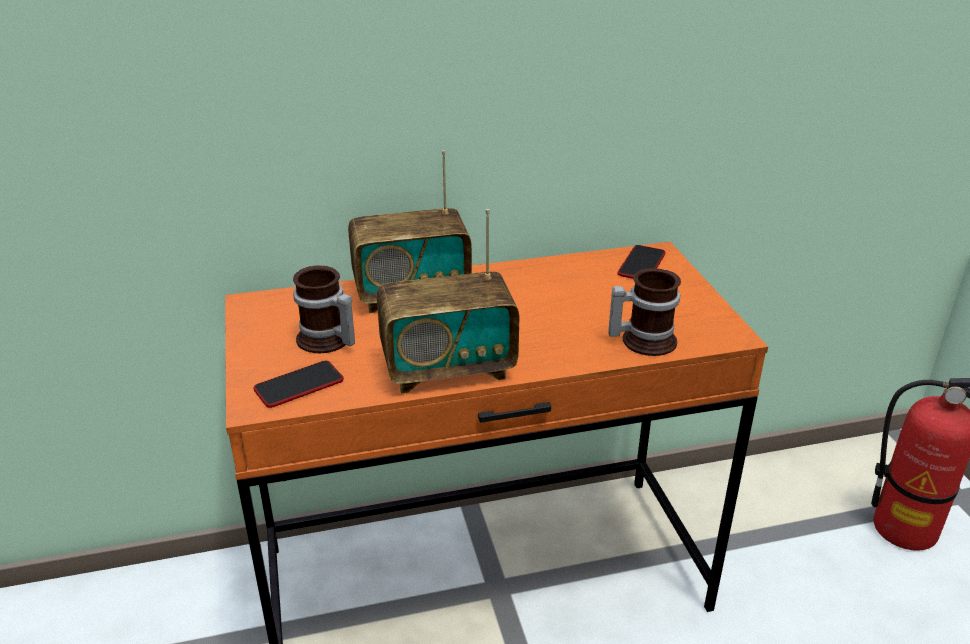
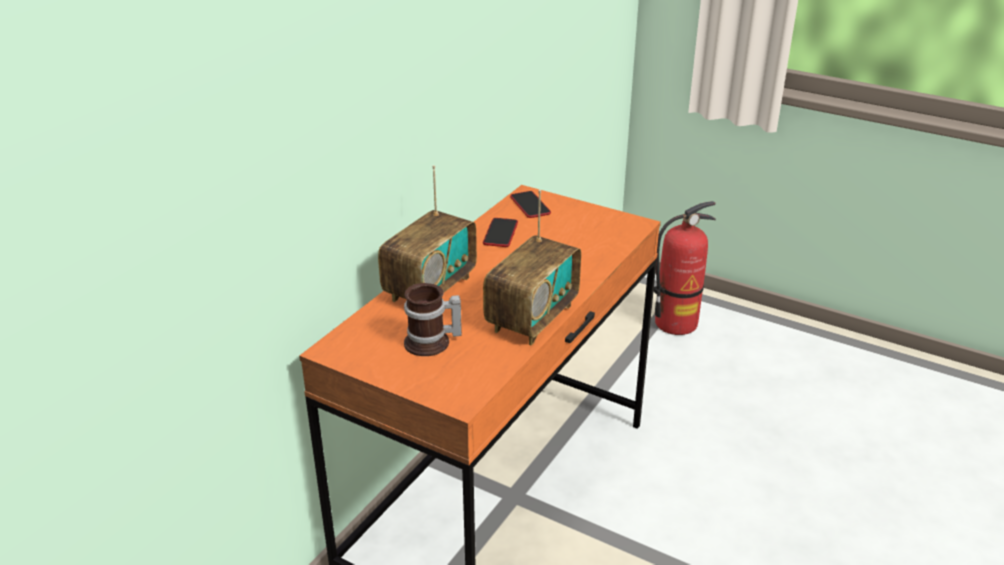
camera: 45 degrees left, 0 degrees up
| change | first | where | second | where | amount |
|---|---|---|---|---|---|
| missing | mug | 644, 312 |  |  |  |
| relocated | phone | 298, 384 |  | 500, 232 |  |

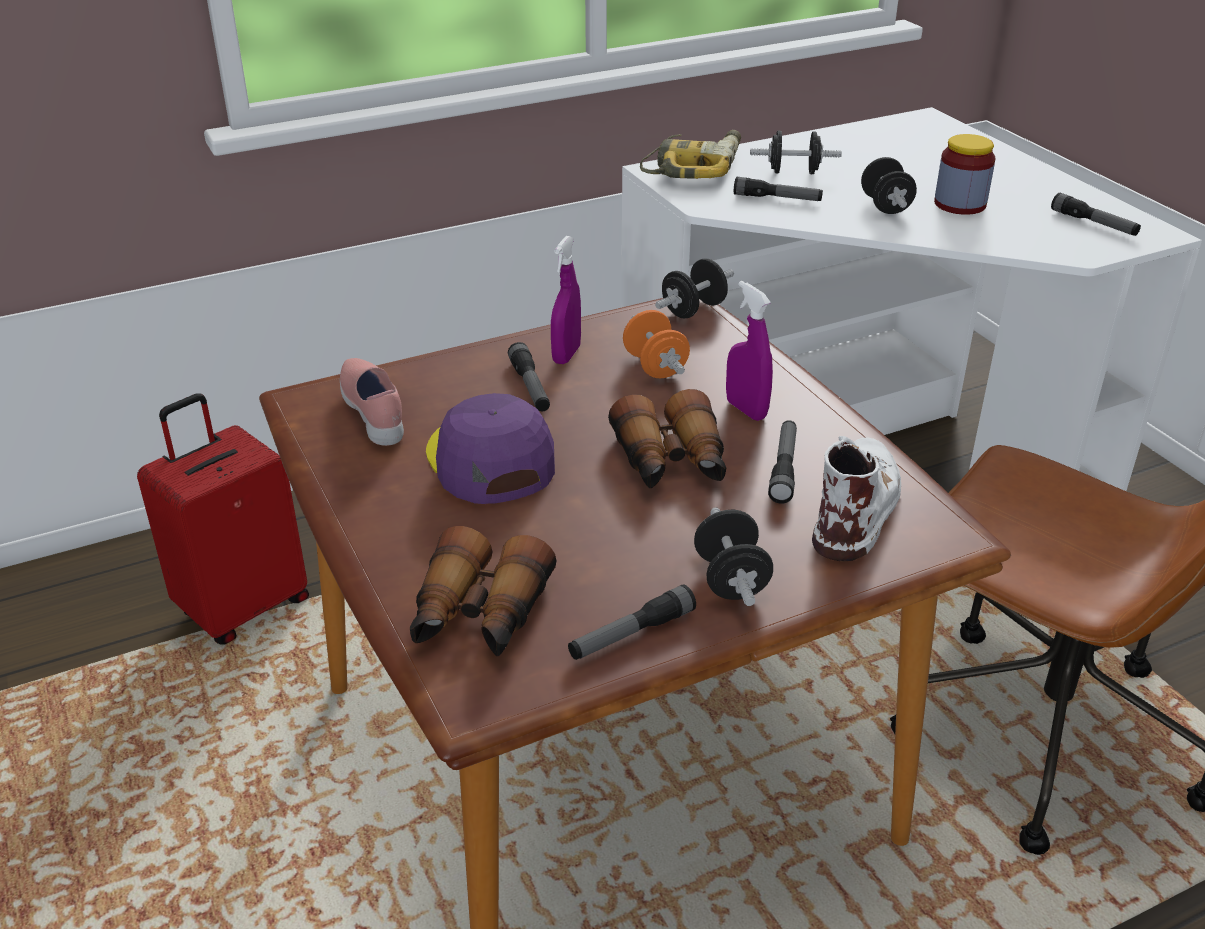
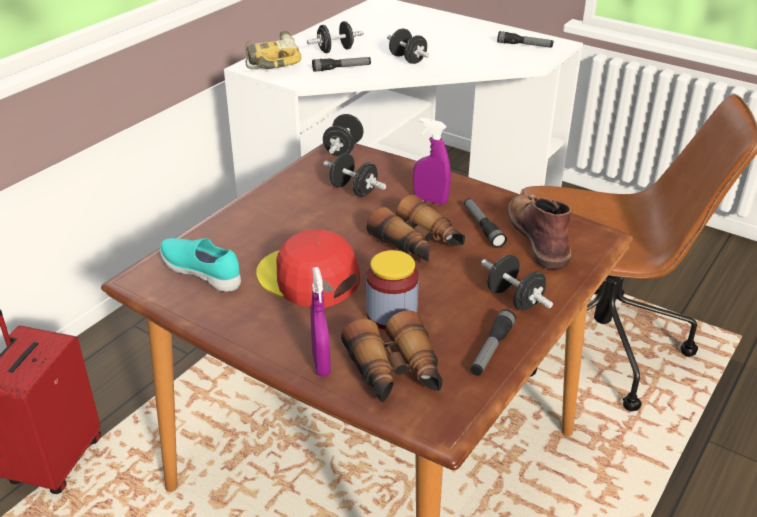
camera: 30 degrees left, 0 degrees up
| change | first | where | second | where | amount |
|---|---|---|---|---|---|
| missing | flashlight | 529, 376 |  |  |  |
| relocated | spray bottle in purple-coloured | 566, 300 |  | 321, 322 |  |
| relocated | storage jar | 965, 174 |  | 392, 290 |  |
| colour | low shoe in pink | 372, 402 | low shoe in turquoise-coloured | 200, 265 |  |
| colour | cap in purple-coloured | 490, 448 | cap in red | 308, 268 |  |
| colour | free weight in orange | 656, 344 | free weight in black | 354, 175 |  |
| colour | tall boot in whitish | 856, 498 | tall boot in brownish | 540, 232 |  |

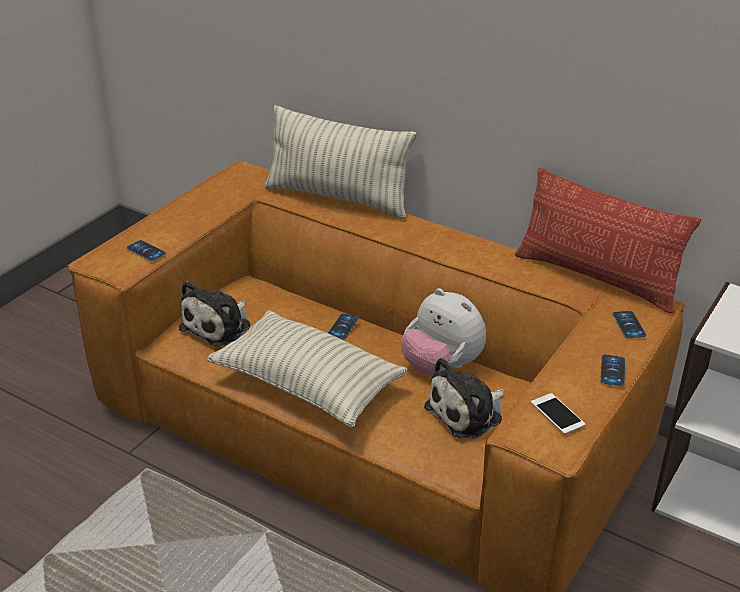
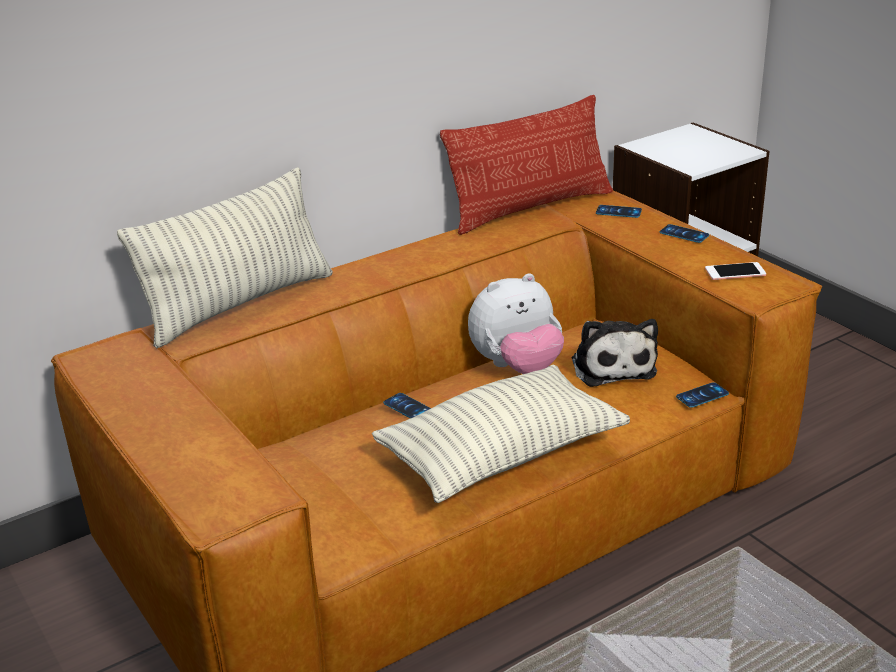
camera: 65 degrees left, 5 degrees down
| change | first | where | second | where | amount |
|---|---|---|---|---|---|
| missing | plush toy | 214, 314 |  |  |  |
| relocated | phone | 146, 250 |  | 702, 395 |  |

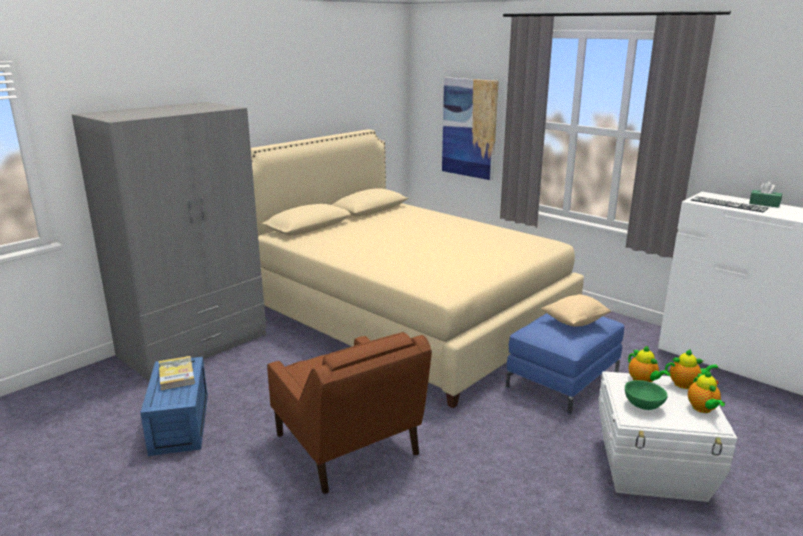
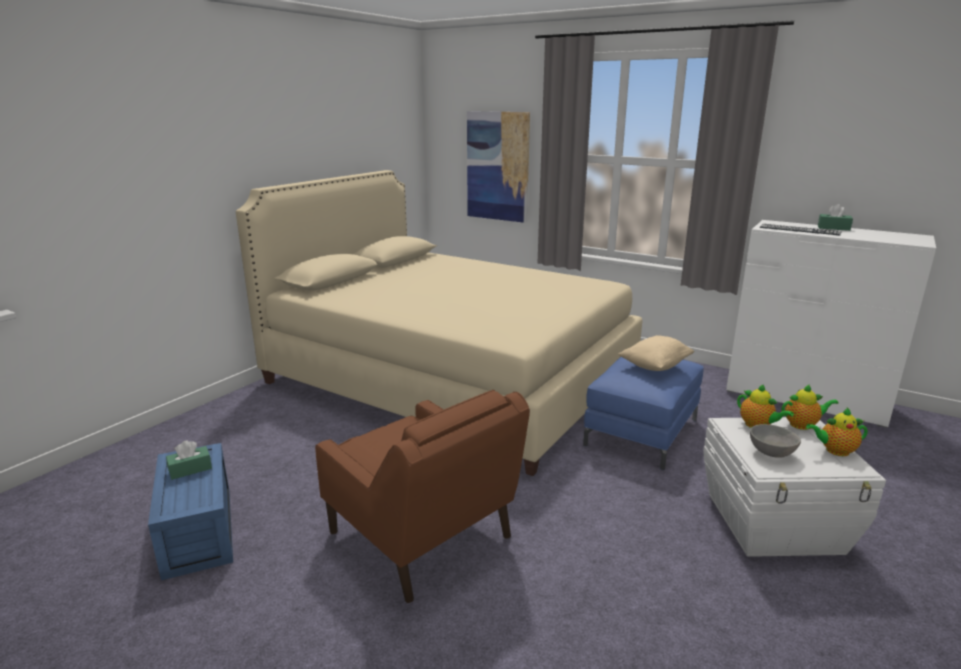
camera: 10 degrees left, 0 degrees up
| change | first | where | second | where | amount |
|---|---|---|---|---|---|
| missing | clothes cupboard in gray | 169, 241 |  |  |  |
| exchanged | bound book | 177, 373 | box of tissues in green | 189, 460 |  |
| colour | bowl in green | 646, 395 | bowl in gray | 775, 440 |  |
| spun | pot for tea | 706, 392 |  | 837, 432 | 105 degrees clockwise |

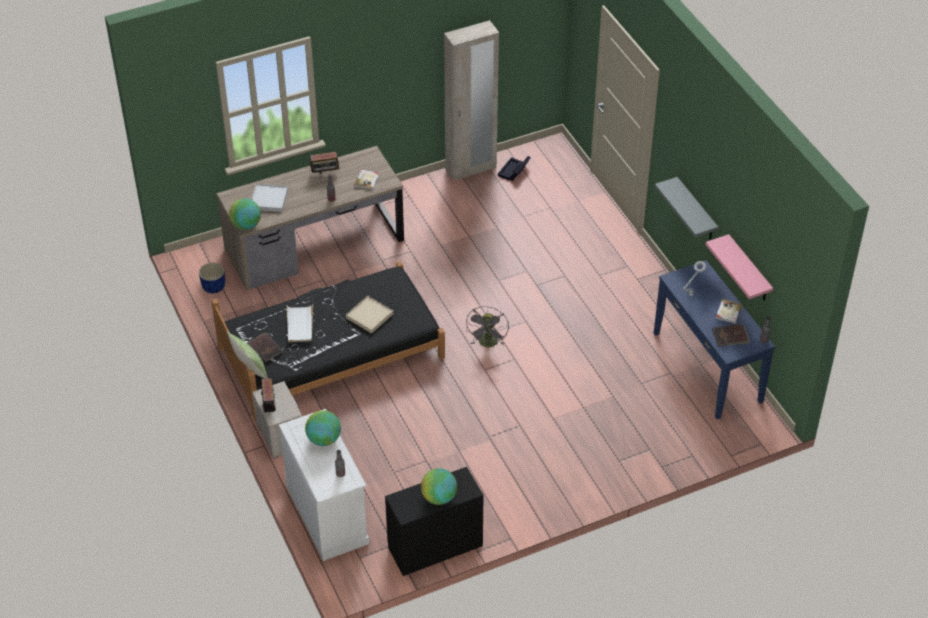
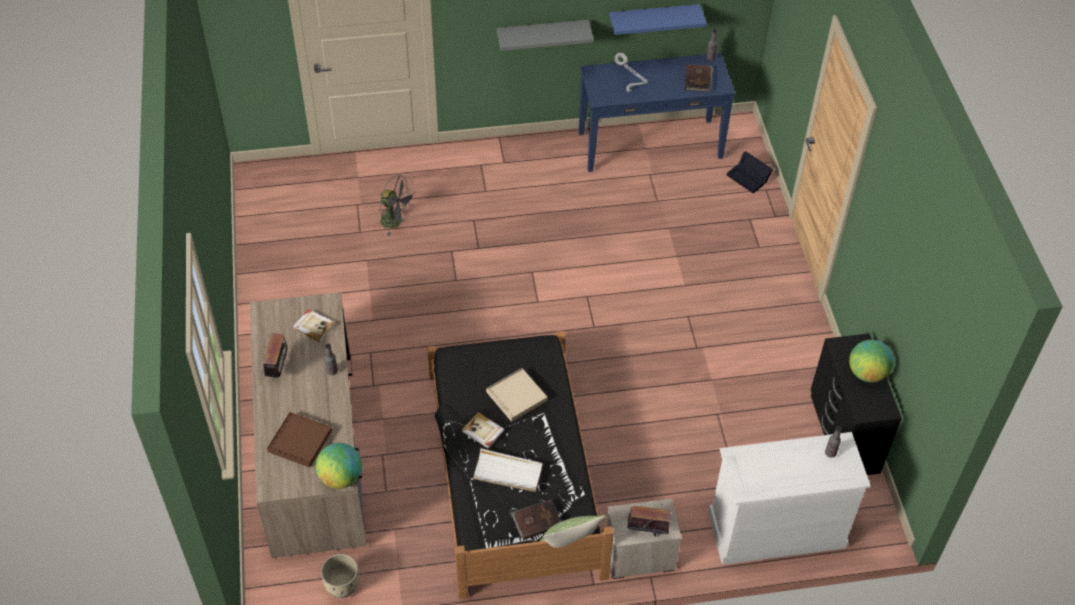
camera: 75 degrees left, 5 degrees up
| change | first | where | second | where | amount |
|---|---|---|---|---|---|
| missing | desk globe | 323, 428 |  |  |  |
| missing | clothes cupboard in sand-coloured | 471, 100 |  |  |  |
| relocated | fan in gray | 487, 326 |  | 397, 205 |  |
| relocated | storage bin in black | 514, 168 |  | 750, 172 |  |
| relocated | bound book | 729, 311 |  | 483, 430 |  |
| colour | flower pot in blue-coloured | 212, 278 | flower pot in sand-coloured | 340, 576 |  |
| colour | tray in whitish | 269, 198 | tray in brownish | 299, 440 |  |
| colour | wall shelf in pink | 739, 267 | wall shelf in blue-coloured | 658, 19 |  |

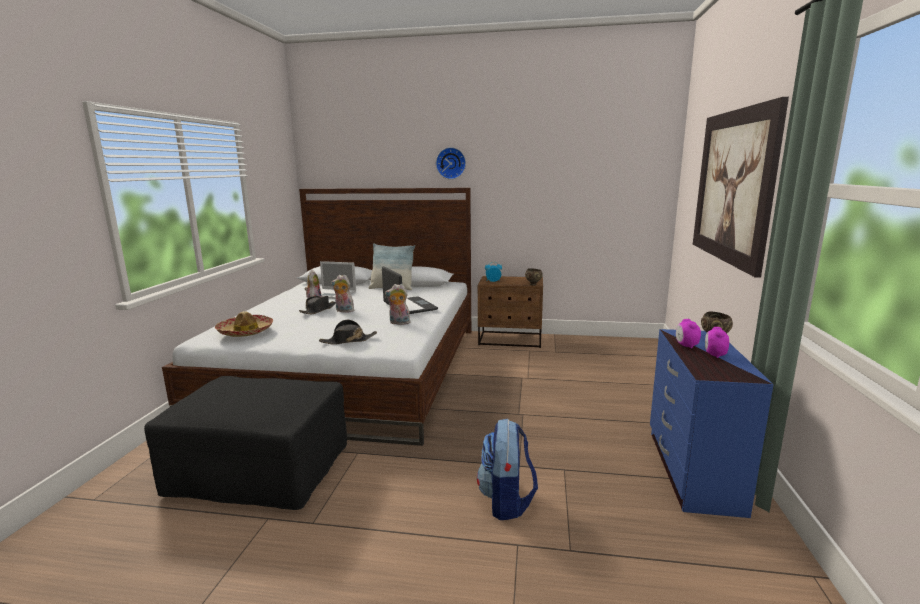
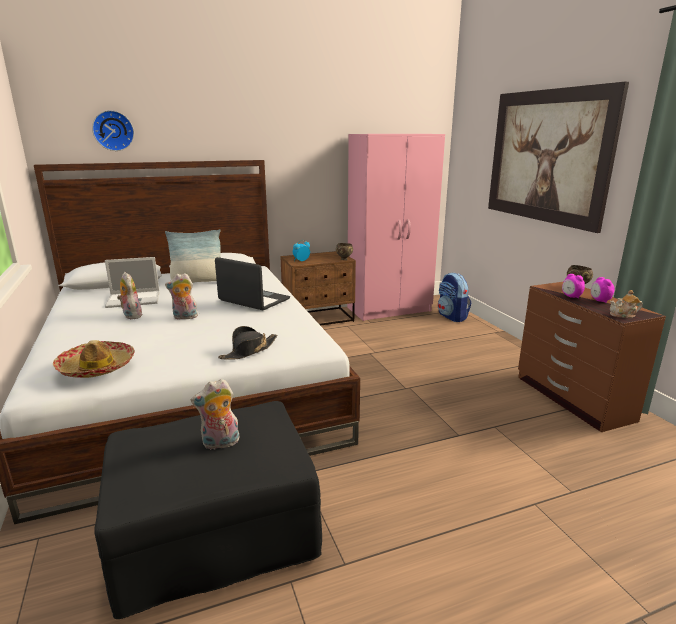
camera: 30 degrees left, 5 degrees up
| change | first | where | second | where | amount |
|---|---|---|---|---|---|
| missing | clothing hat in black | 317, 305 |  |  |  |
| appeared |  |  | clothes cupboard in pink | 396, 227 |  |
| appeared |  |  | pot for tea | 626, 304 |  |
| relocated | plush toy | 397, 304 |  | 215, 414 |  |
| relocated | wall clock | 451, 163 |  | 113, 130 |  |
| relocated | rucksack | 507, 469 |  | 454, 297 |  |
| colour | chest of drawers in blue-coloured | 712, 423 | chest of drawers in brownish | 592, 357 |  |

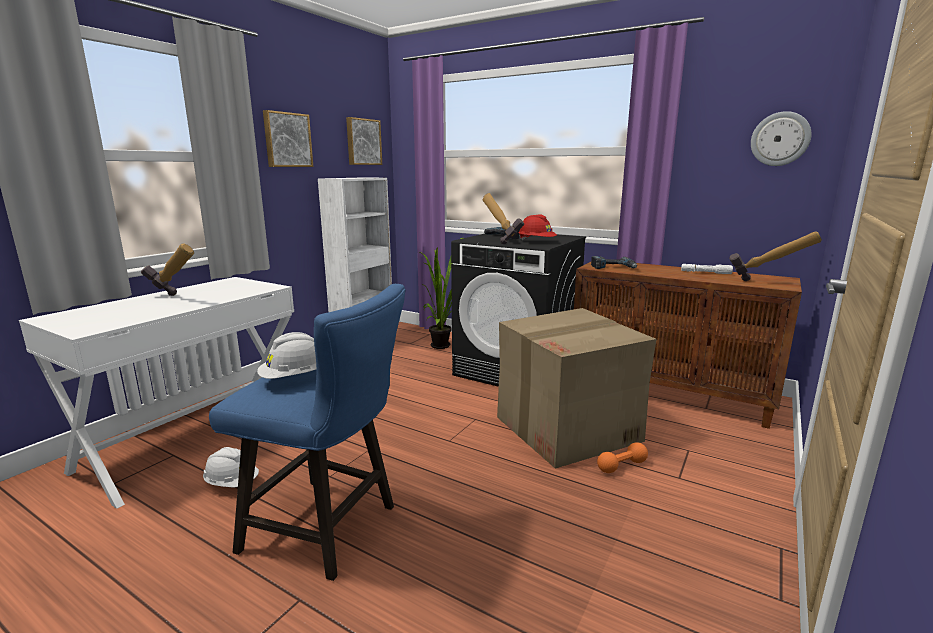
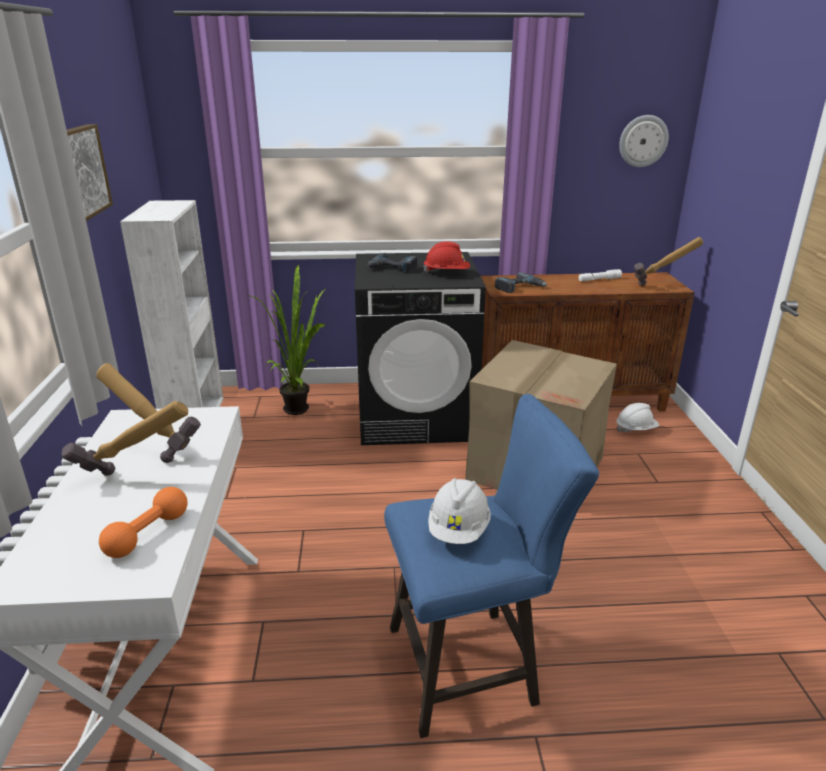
camera: 35 degrees left, 10 degrees up
| change | first | where | second | where | amount |
|---|---|---|---|---|---|
| missing | picture | 364, 141 |  |  |  |
| relocated | work helmet in whitish | 231, 467 |  | 637, 417 |  |
| relocated | hand hammer | 503, 218 |  | 149, 413 |  |
| relocated | free weight in orange | 622, 457 |  | 143, 522 |  |

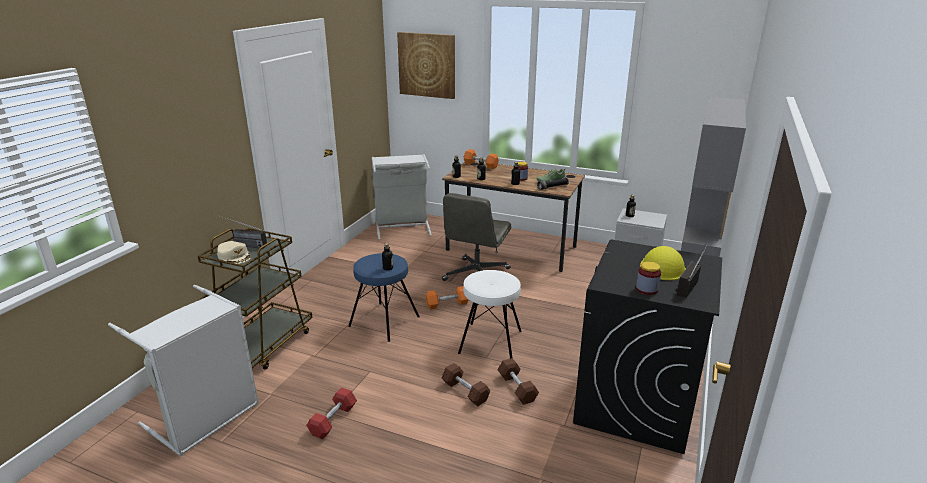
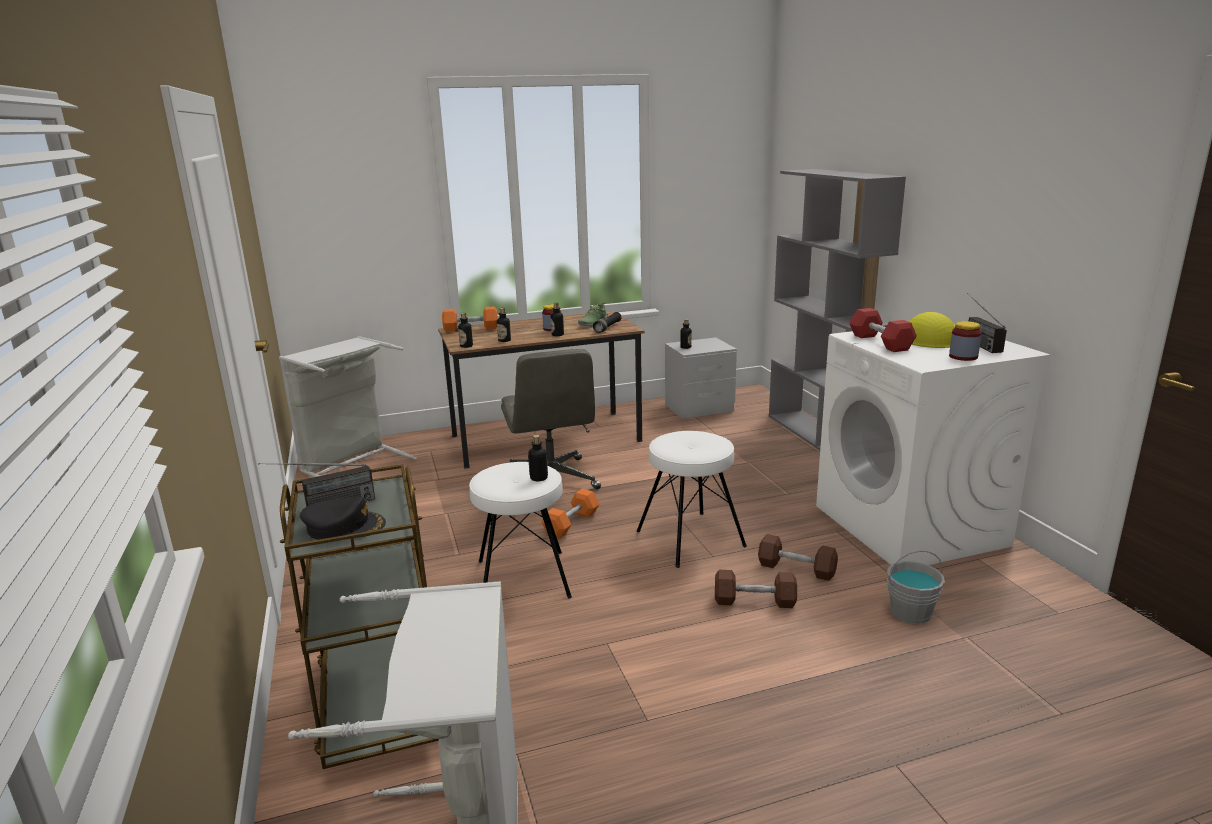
camera: 40 degrees left, 5 degrees down
| change | first | where | second | where | amount |
|---|---|---|---|---|---|
| missing | picture | 426, 65 |  |  |  |
| appeared |  |  | pail in gray | 916, 587 |  |
| relocated | free weight in red | 331, 413 |  | 883, 330 |  |
| colour | cap in sand-coloured | 234, 252 | cap in black | 343, 518 |  |
| colour | stool in blue-coloured | 384, 297 | stool in whitish | 520, 530 |  |
| colour | washing machine in black | 647, 346 | washing machine in whitish | 933, 444 |  |

